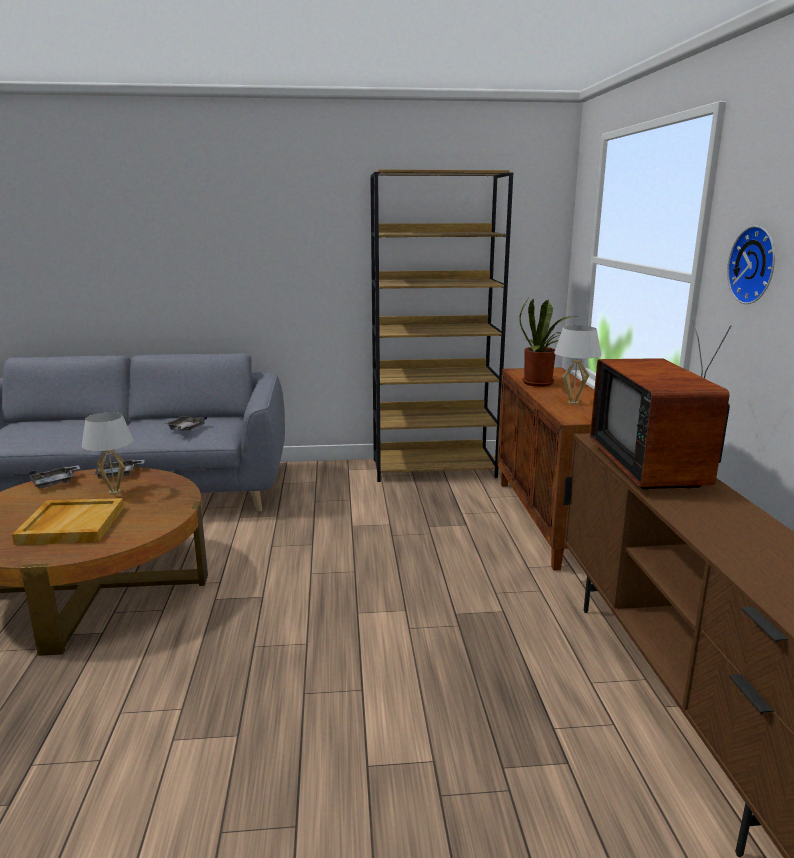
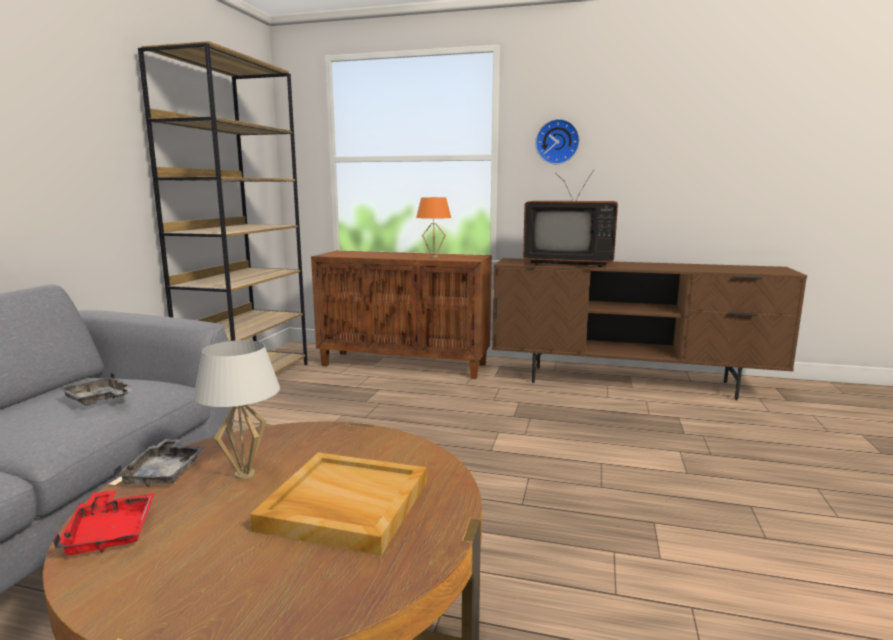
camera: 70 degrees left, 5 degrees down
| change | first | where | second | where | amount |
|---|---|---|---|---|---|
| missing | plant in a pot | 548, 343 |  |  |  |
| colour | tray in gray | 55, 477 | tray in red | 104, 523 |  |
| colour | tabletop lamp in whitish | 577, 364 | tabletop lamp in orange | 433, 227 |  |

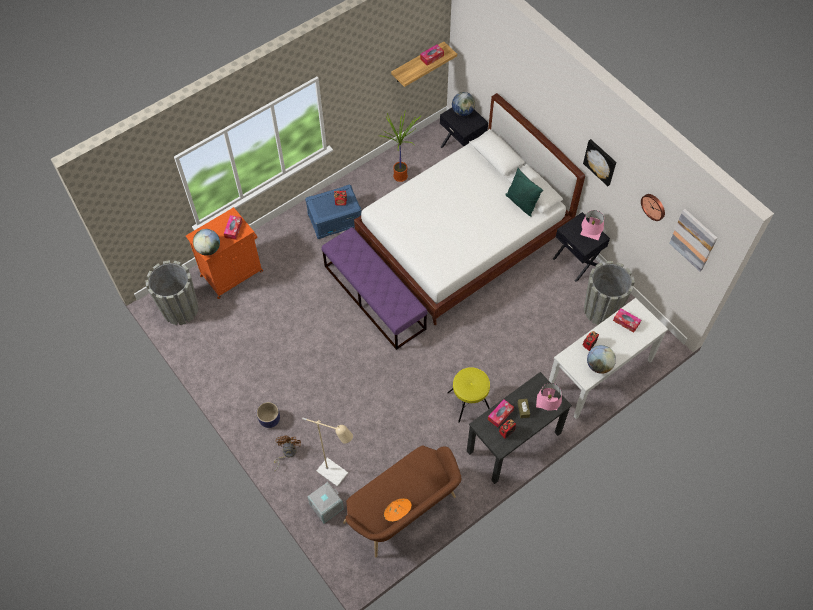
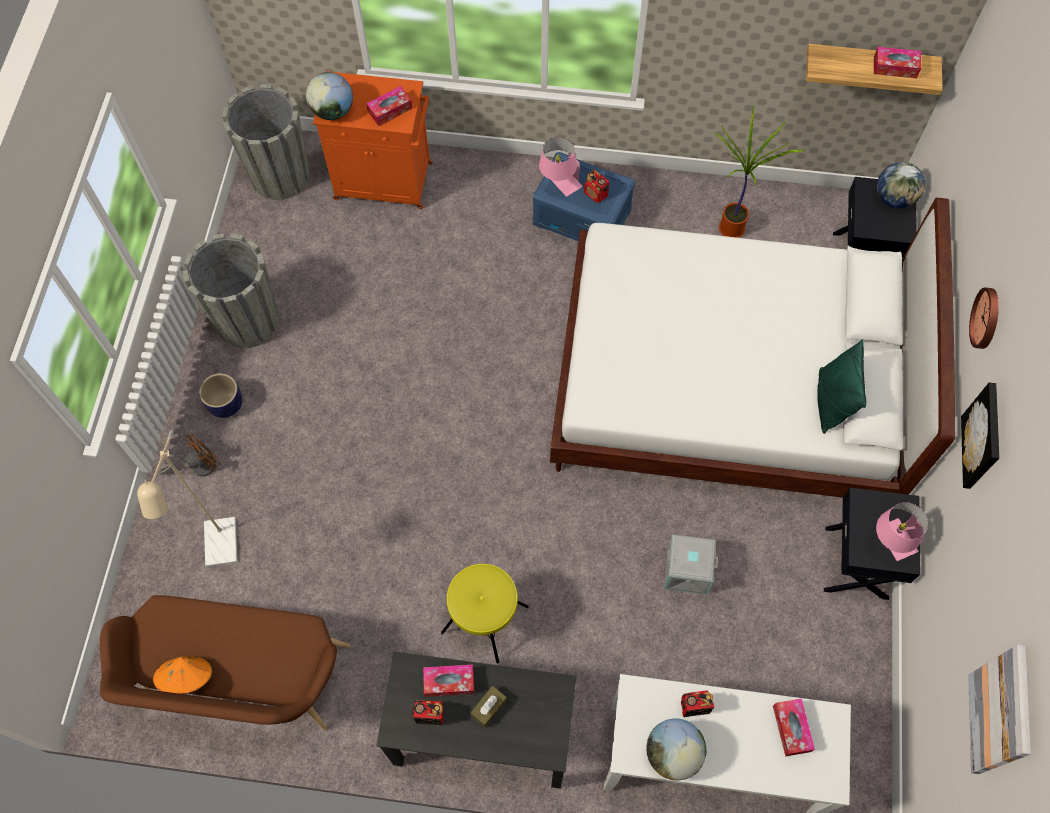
camera: 45 degrees right, 5 degrees up
| change | first | where | second | where | amount |
|---|---|---|---|---|---|
| missing | long seat in purple-coloured | 374, 288 |  |  |  |
| relocated | storage bin in gray | 325, 502 |  | 691, 564 |  |
| relocated | tabletop lamp in pink | 549, 397 |  | 561, 167 |  |
| relocated | flower pot in gray | 609, 293 |  | 230, 291 |  |
| relocated | wall clock | 653, 207 |  | 984, 318 |  |

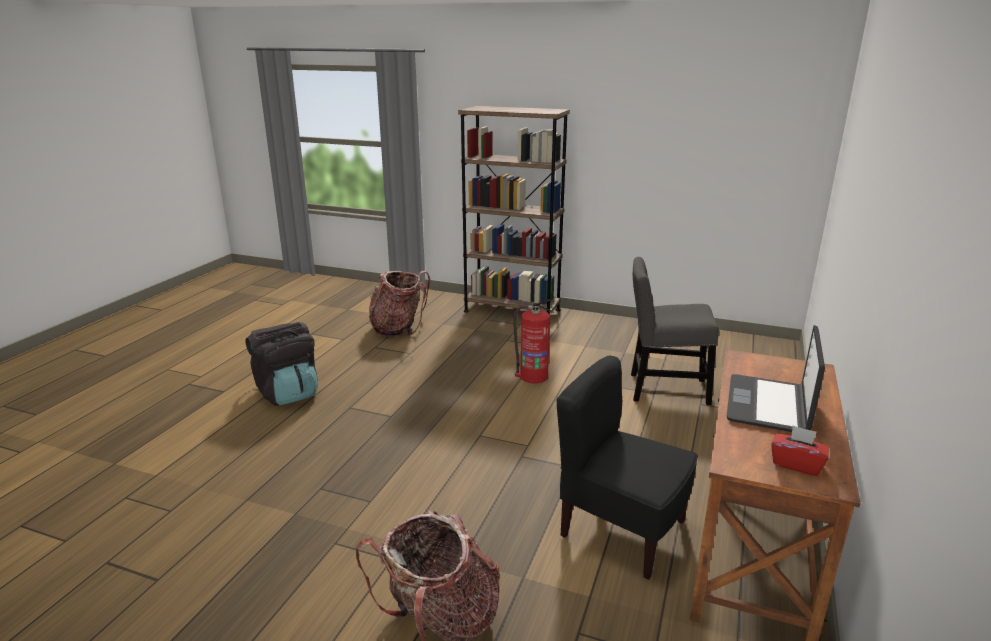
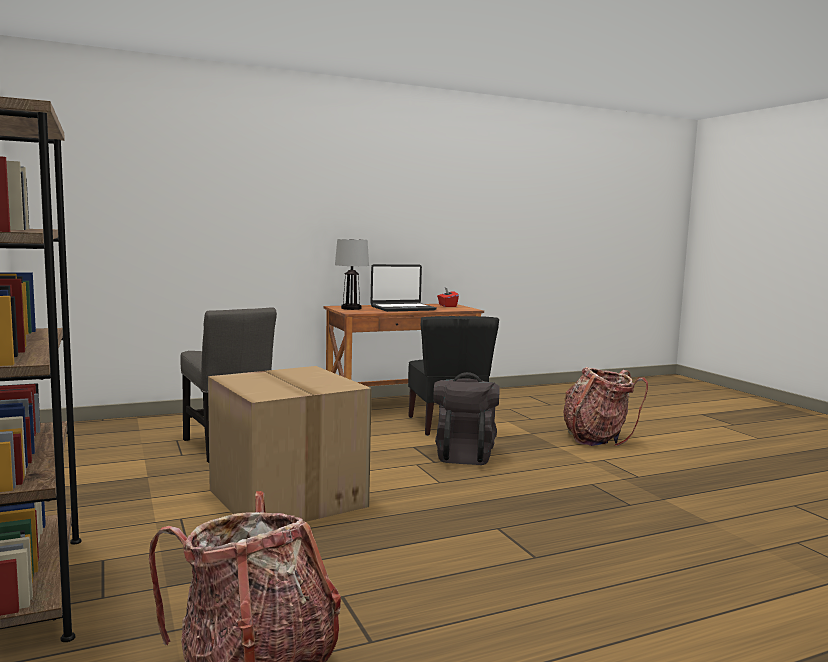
camera: 135 degrees left, 15 degrees down
| change | first | where | second | where | amount |
|---|---|---|---|---|---|
| appeared |  |  | tabletop lamp | 352, 274 |  |
| relocated | rucksack in black | 281, 364 |  | 466, 418 |  |
| exchanged | extinguisher | 533, 341 | packing box | 290, 444 |  |

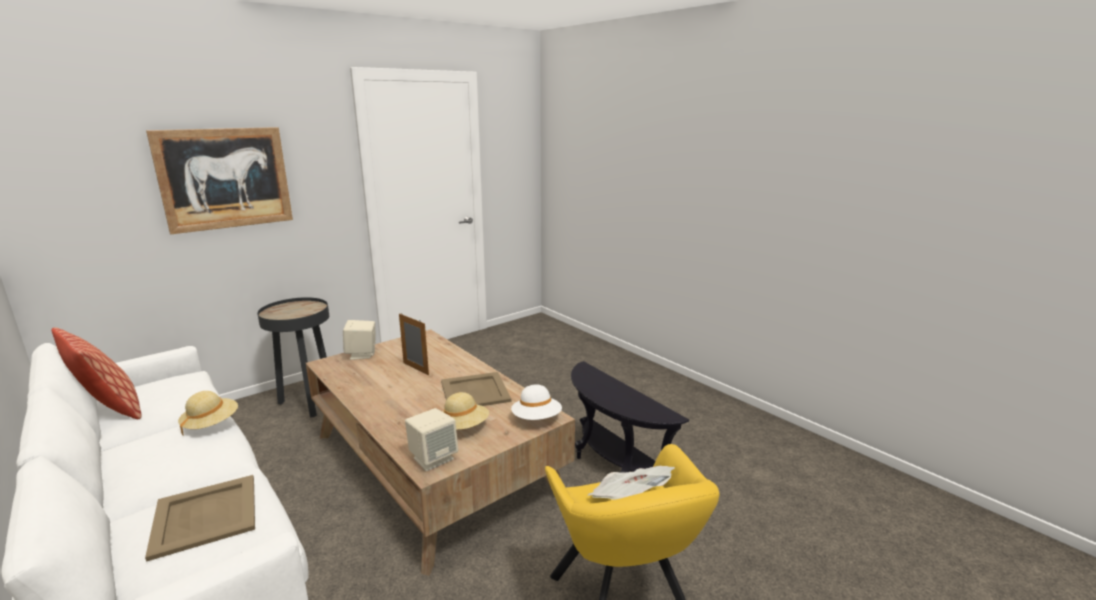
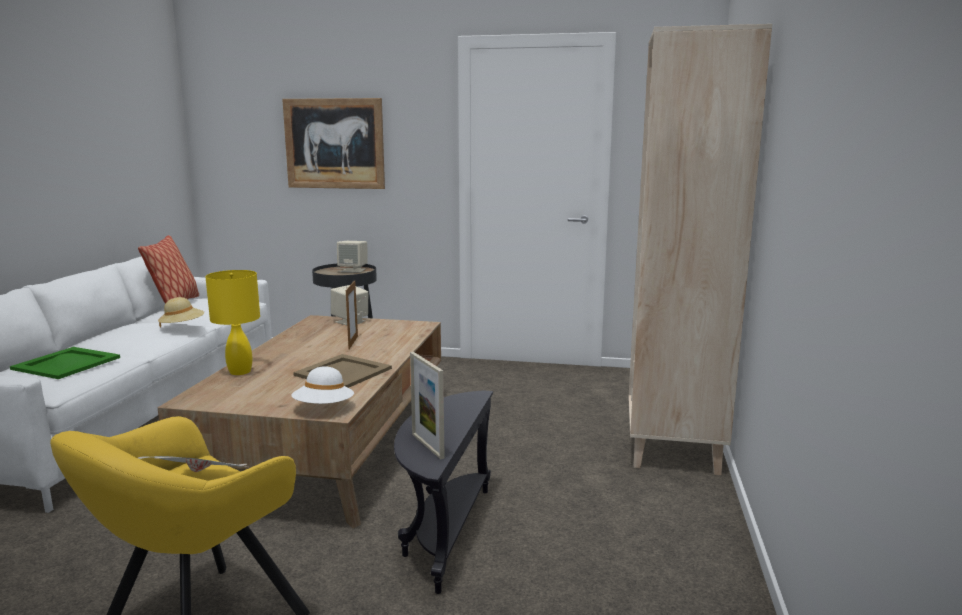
camera: 50 degrees right, 5 degrees down
| change | first | where | second | where | amount |
|---|---|---|---|---|---|
| missing | clothing hat in sand-coloured | 465, 411 |  |  |  |
| appeared |  |  | tabletop lamp in yellow | 232, 322 |  |
| appeared |  |  | standing frame | 427, 405 |  |
| appeared |  |  | shelving unit in sand-coloured | 700, 249 |  |
| relocated | speaker in sand-coloured | 431, 439 |  | 352, 257 |  |
| colour | tray in sand-coloured | 200, 518 | tray in green | 65, 363 |  |

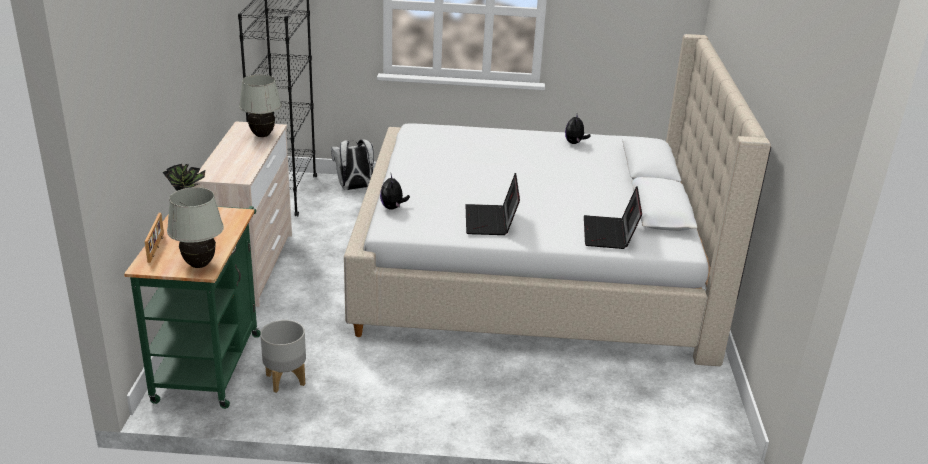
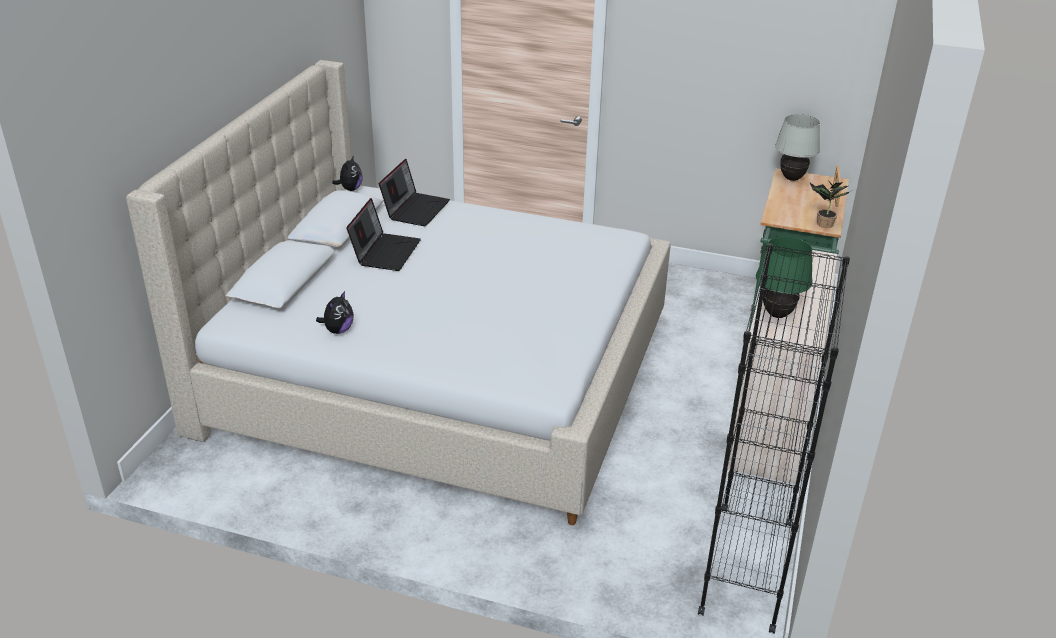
camera: 165 degrees left, 5 degrees up
| change | first | where | second | where | amount |
|---|---|---|---|---|---|
| missing | flower pot in gray | 283, 356 |  |  |  |
| missing | rucksack in whitish | 352, 164 |  |  |  |
| relocated | plush toy | 395, 191 |  | 347, 173 |  |
| relocated | laptop | 493, 204 |  | 383, 234 |  |
| colour | tabletop lamp in whitish | 260, 106 | tabletop lamp in green | 784, 277 |  |

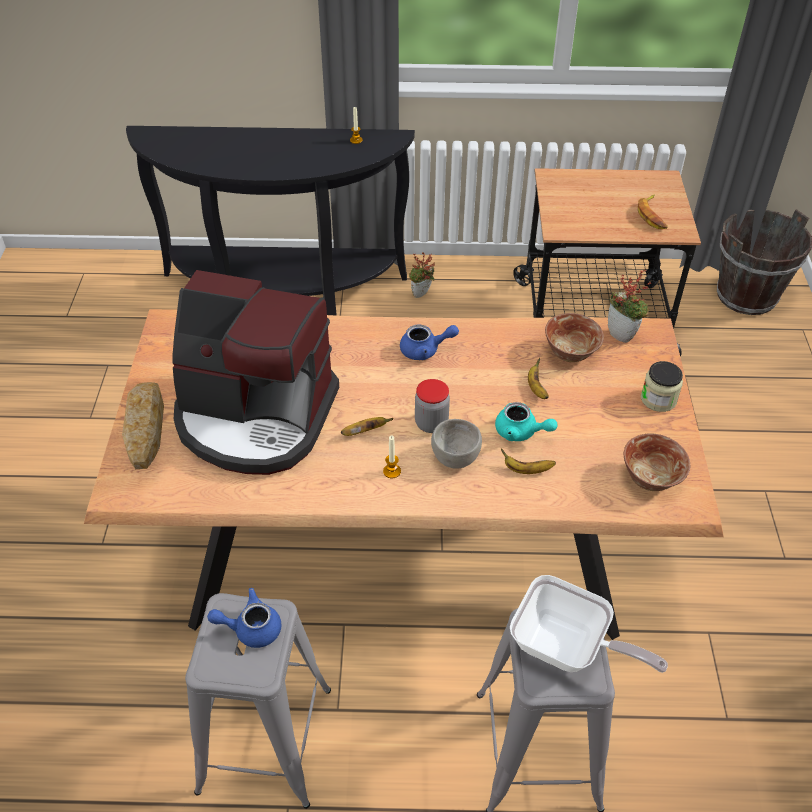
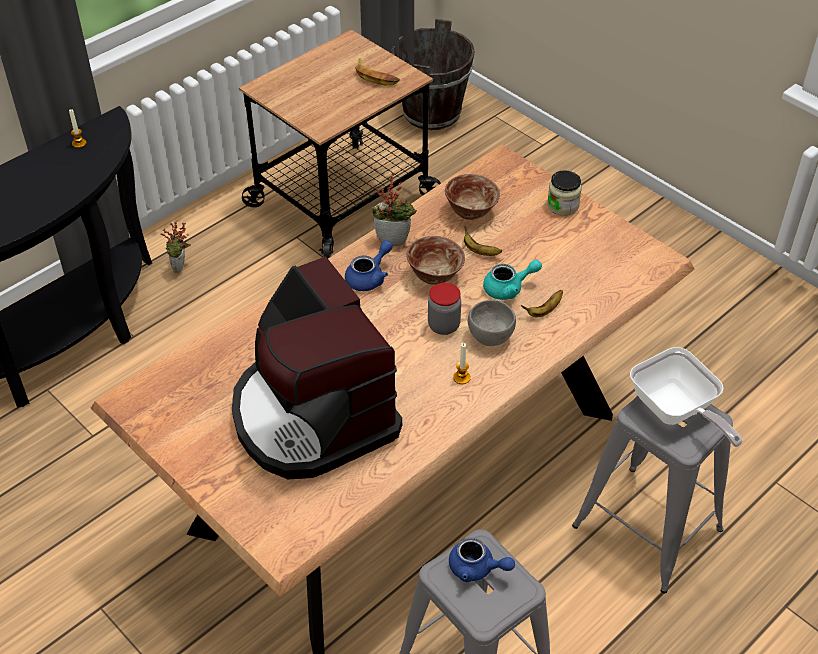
camera: 45 degrees left, 0 degrees up
| change | first | where | second | where | amount |
|---|---|---|---|---|---|
| missing | bakery bread | 143, 425 |  |  |  |
| missing | banana fruit | 367, 426 |  |  |  |
| relocated | plant in a pot | 630, 306 |  | 394, 209 |  |
| relocated | bowl | 657, 462 |  | 436, 260 |  |
| spun | coffee maker | 256, 372 |  | 317, 367 | 90 degrees clockwise |
| spun | pot for tea in blue-coloured | 244, 618 |  | 482, 560 | 105 degrees counterclockwise |
| spun | frying pan | 589, 624 |  | 686, 397 | 75 degrees clockwise |

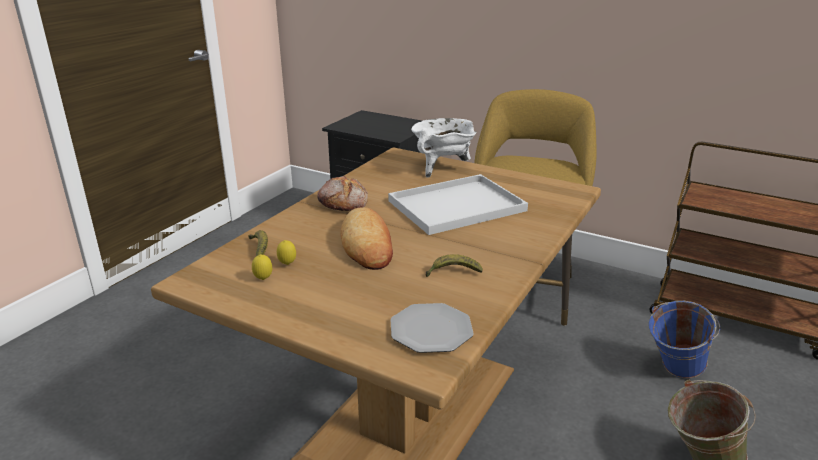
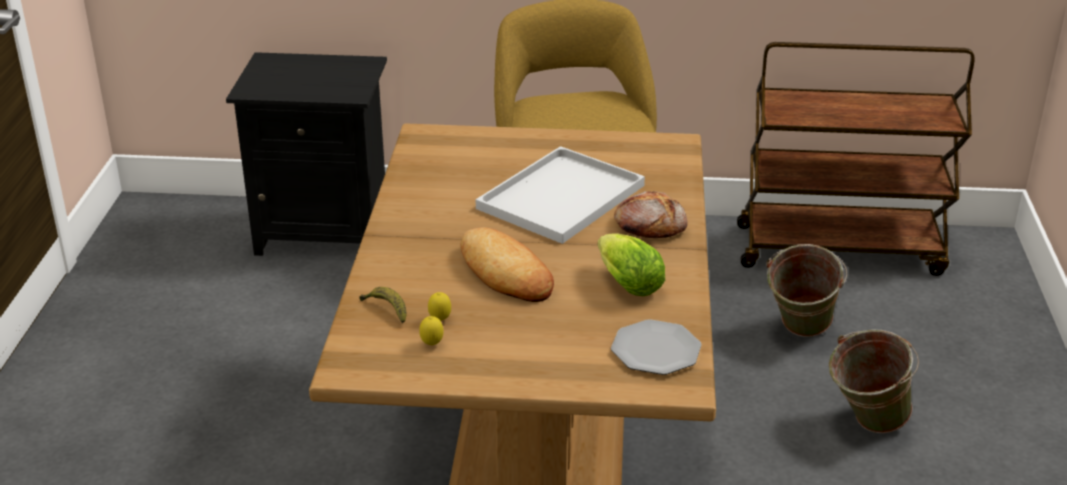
camera: 25 degrees left, 5 degrees up
| change | first | where | second | where | amount |
|---|---|---|---|---|---|
| missing | cooking pot in whitish | 444, 148 |  |  |  |
| relocated | bakery bread | 342, 193 |  | 651, 214 |  |
| exchanged | banana fruit | 454, 265 | head of lettuce | 631, 264 |  |
| colour | pail in blue-coloured | 684, 340 | pail in green | 806, 290 |  |

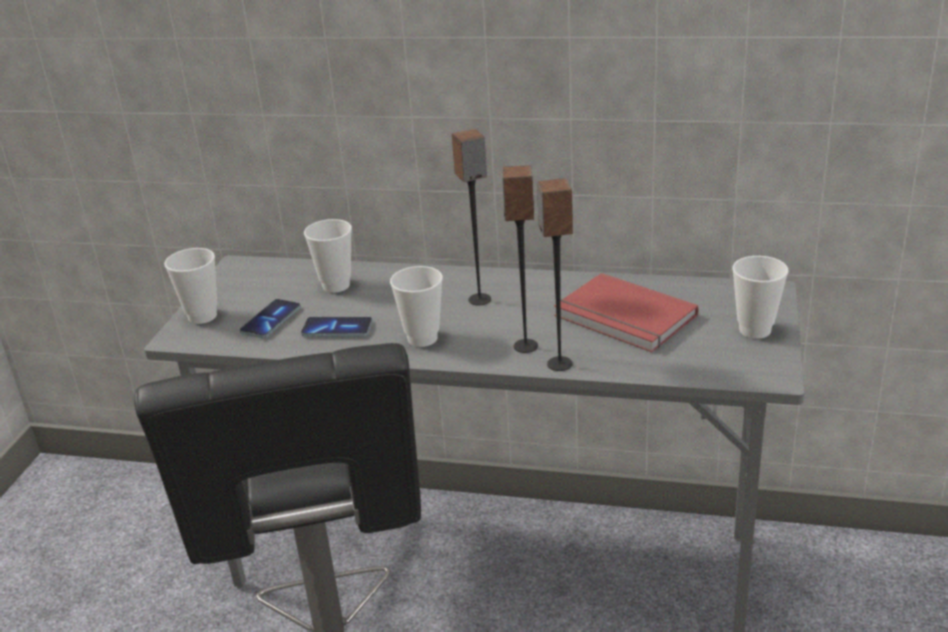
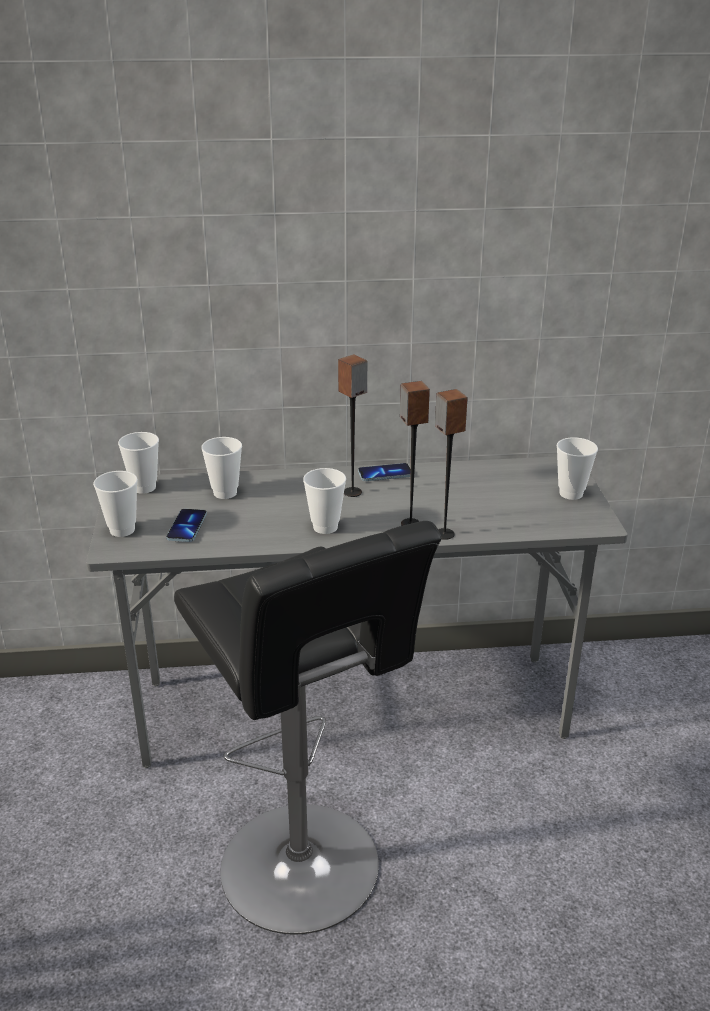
camera: 20 degrees left, 0 degrees up
| change | first | where | second | where | amount |
|---|---|---|---|---|---|
| missing | bound book in red | 626, 312 |  |  |  |
| appeared |  |  | cup | 138, 463 |  |
| relocated | phone | 337, 327 |  | 384, 472 |  |

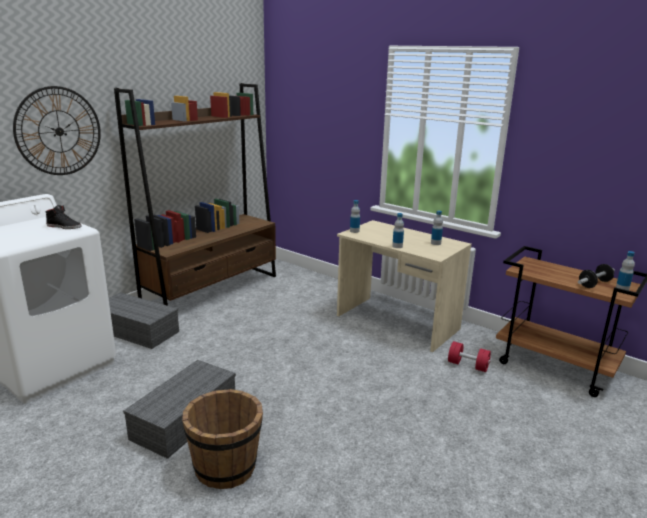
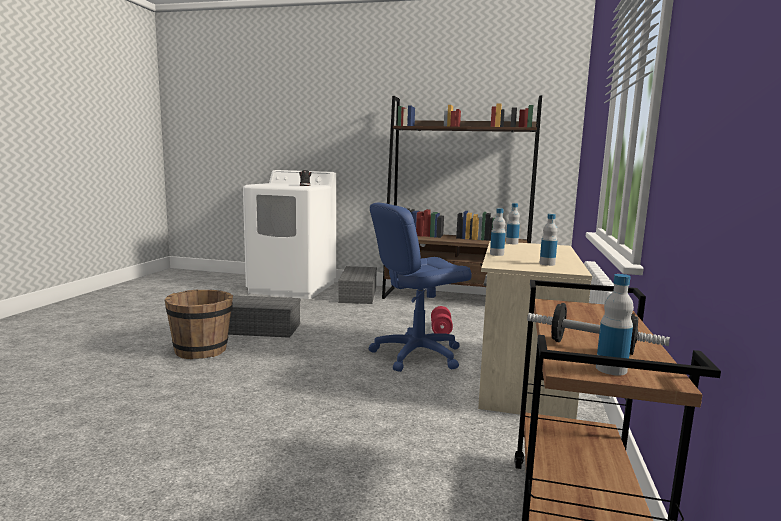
camera: 65 degrees right, 10 degrees down
| change | first | where | second | where | amount |
|---|---|---|---|---|---|
| missing | wall clock | 57, 130 |  |  |  |
| appeared |  |  | office chair in blue-coloured | 420, 287 |  |
| relocated | free weight in red | 469, 356 |  | 442, 320 |  |

